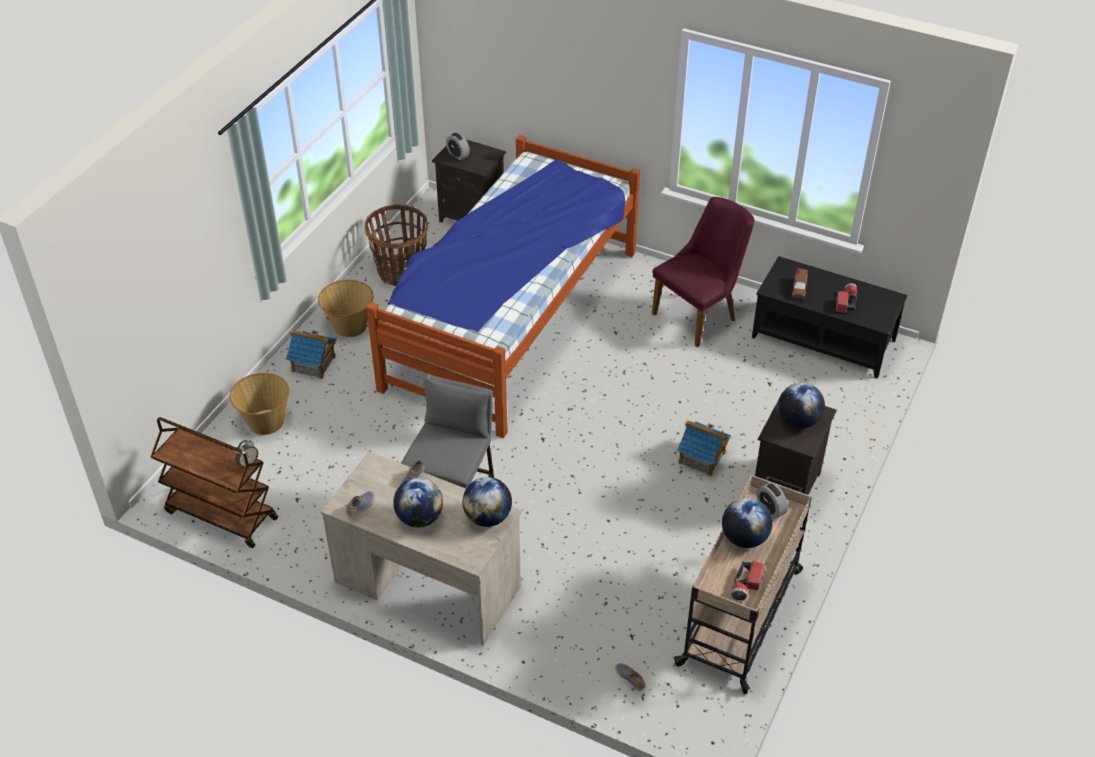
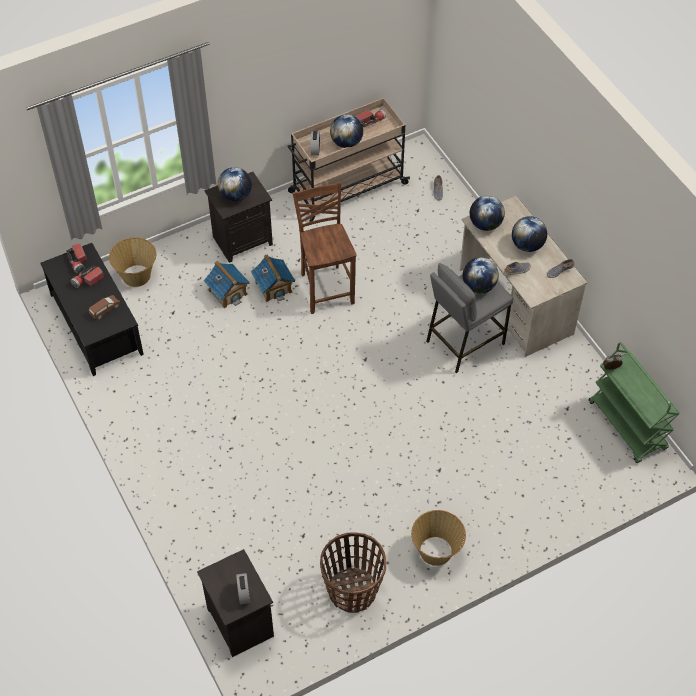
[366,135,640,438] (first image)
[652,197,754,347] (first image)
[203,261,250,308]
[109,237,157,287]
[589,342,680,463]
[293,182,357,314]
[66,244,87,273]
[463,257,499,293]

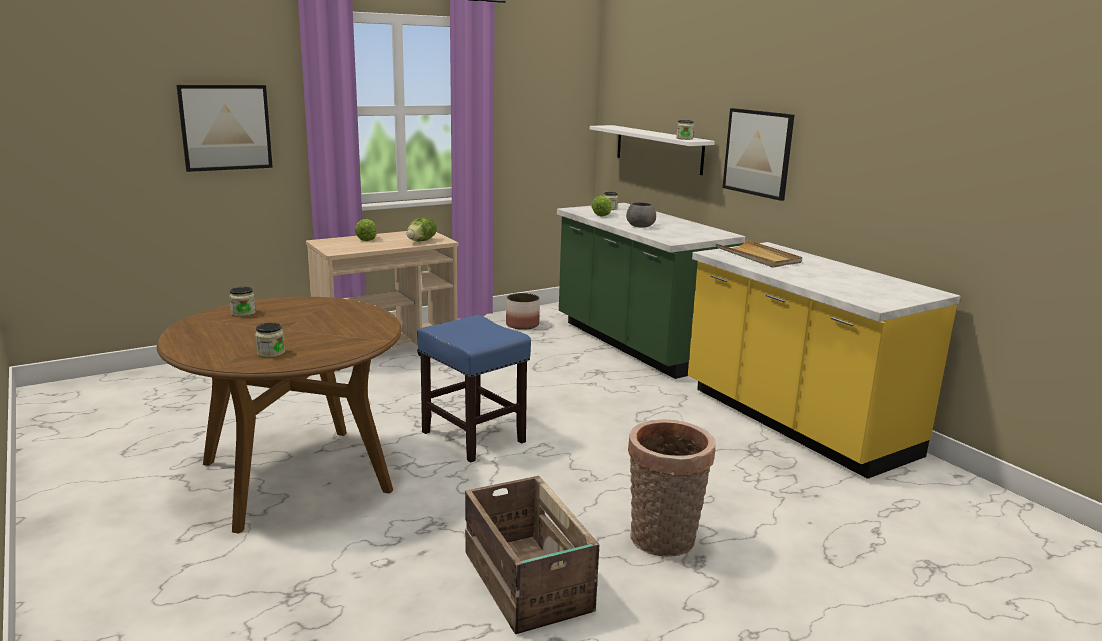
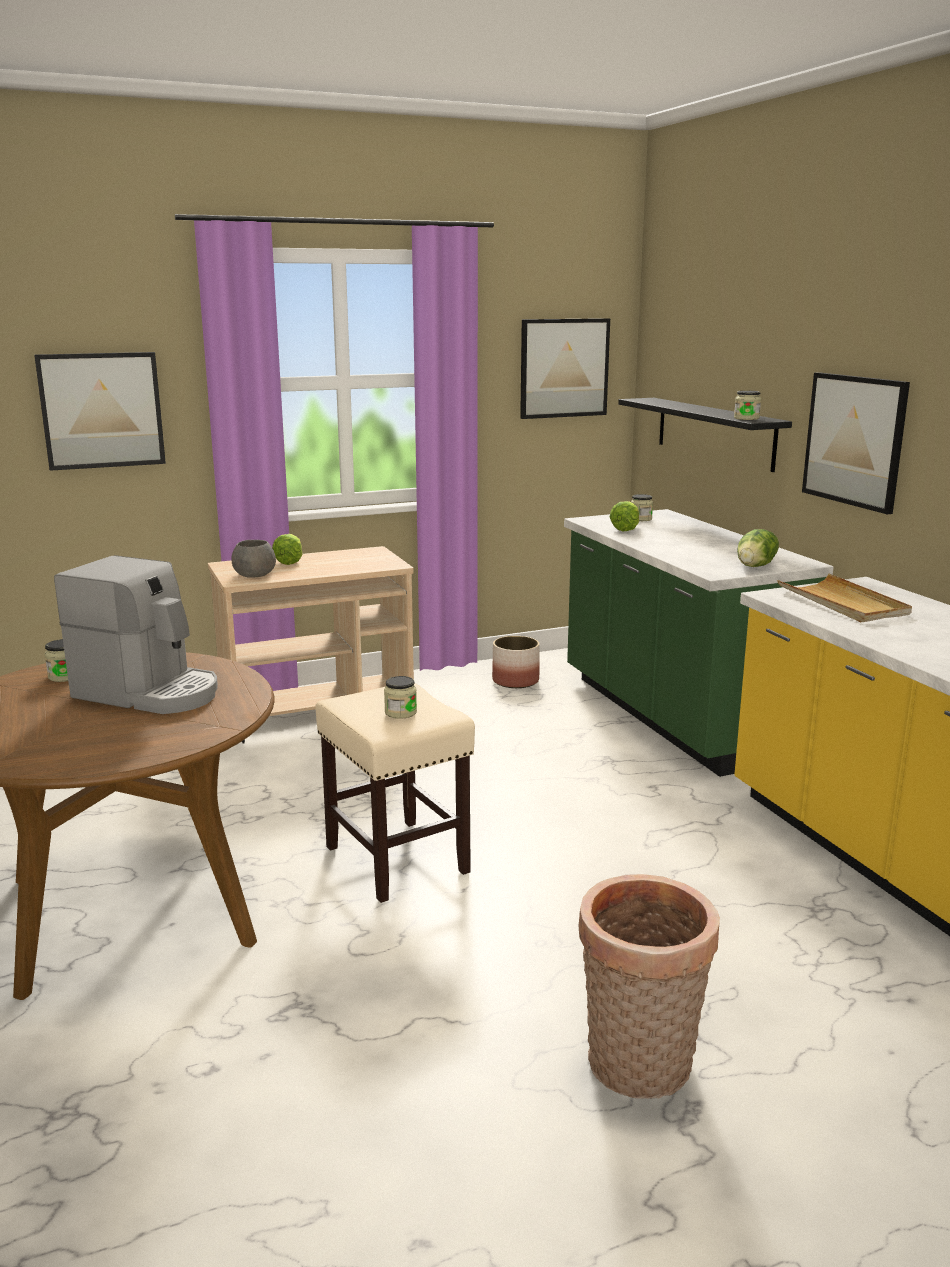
[618,398,792,472]
[231,540,276,578]
[737,529,779,567]
[315,683,475,903]
[384,676,417,719]
[465,476,600,634] (first image)
[520,318,610,419]
[54,555,218,714]

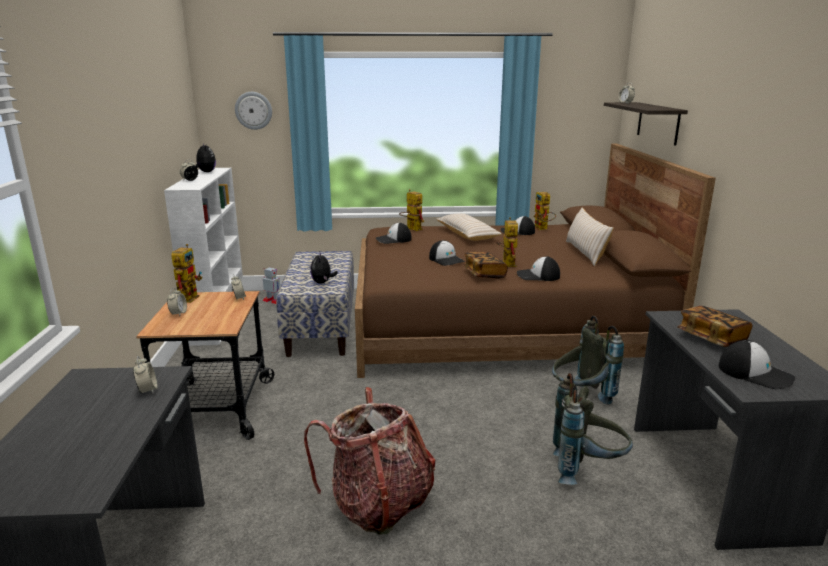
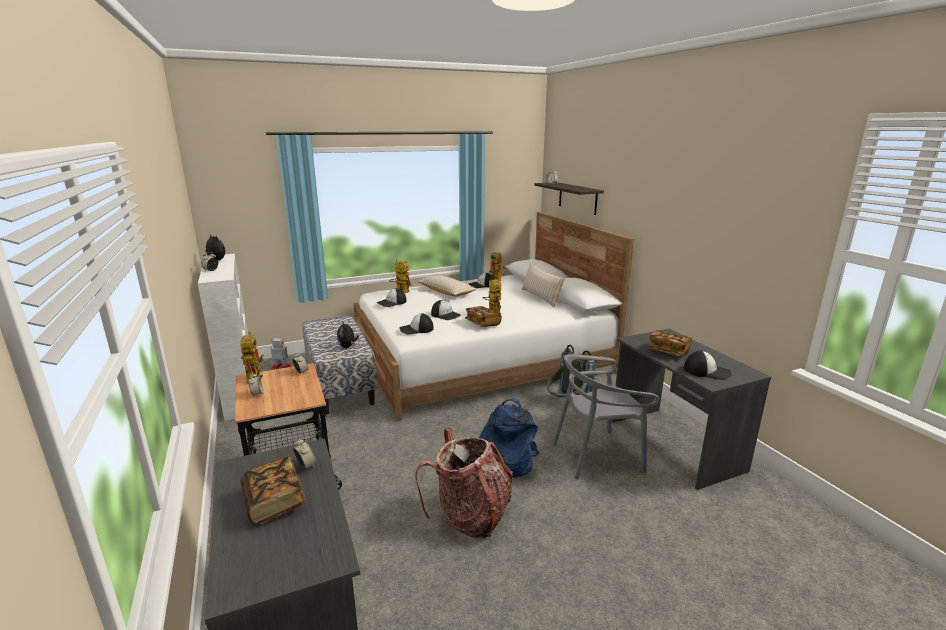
[235,92,272,130] (first image)
[353,212,634,421]
[399,313,434,335]
[552,354,659,480]
[479,398,539,478]
[241,456,305,526]

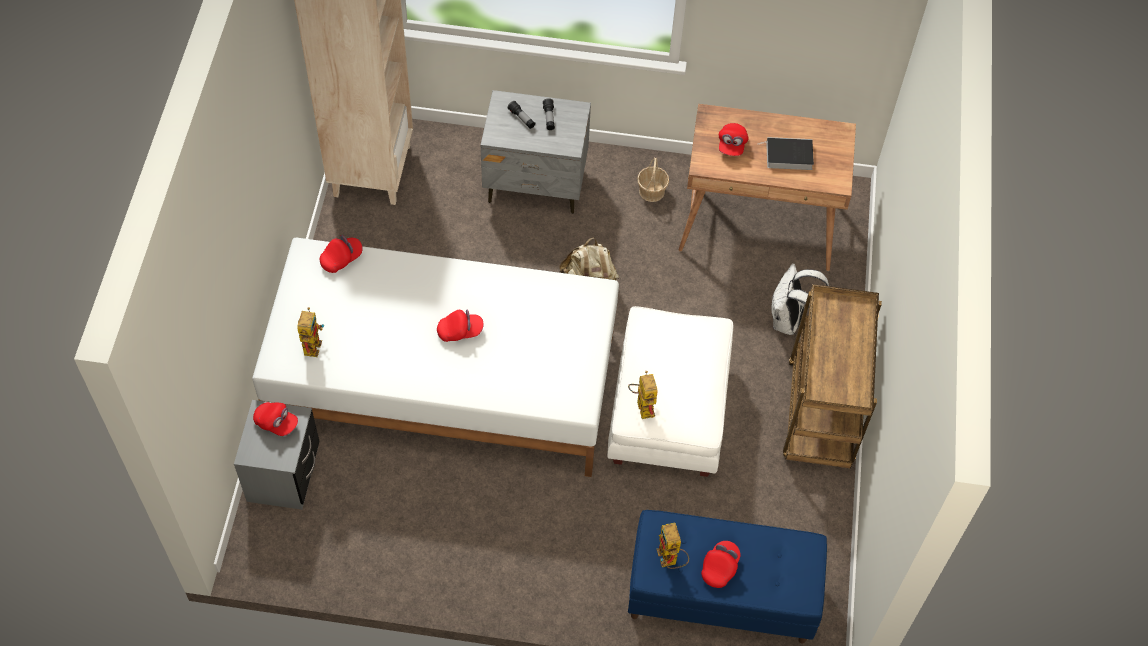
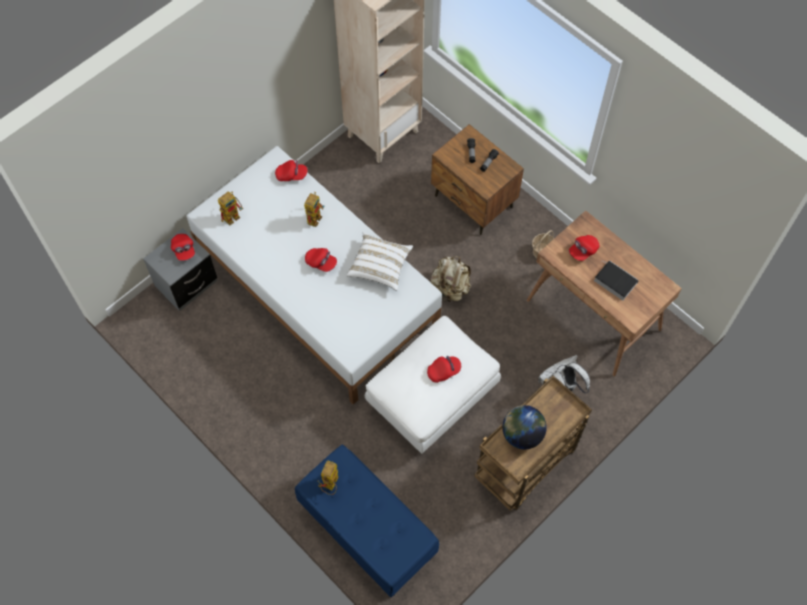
[431,124,524,235]
[304,192,325,227]
[427,356,461,383]
[346,232,413,291]
[502,405,547,449]

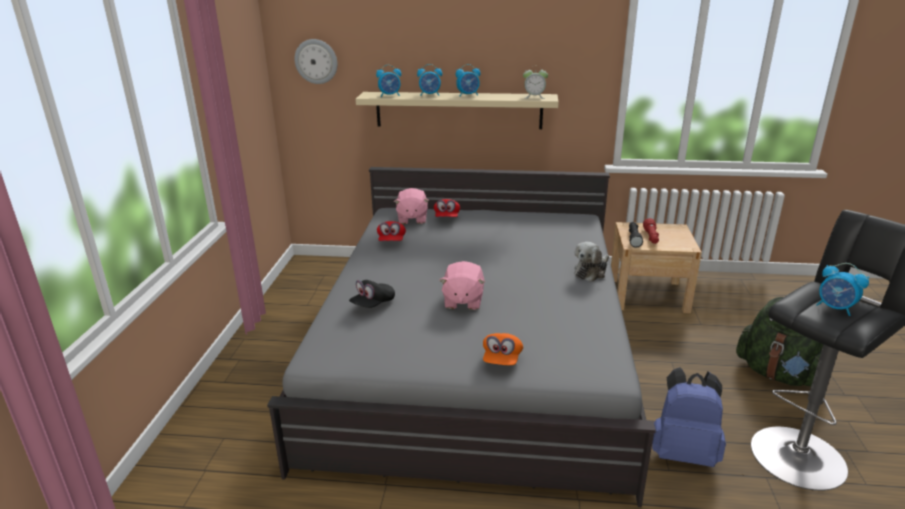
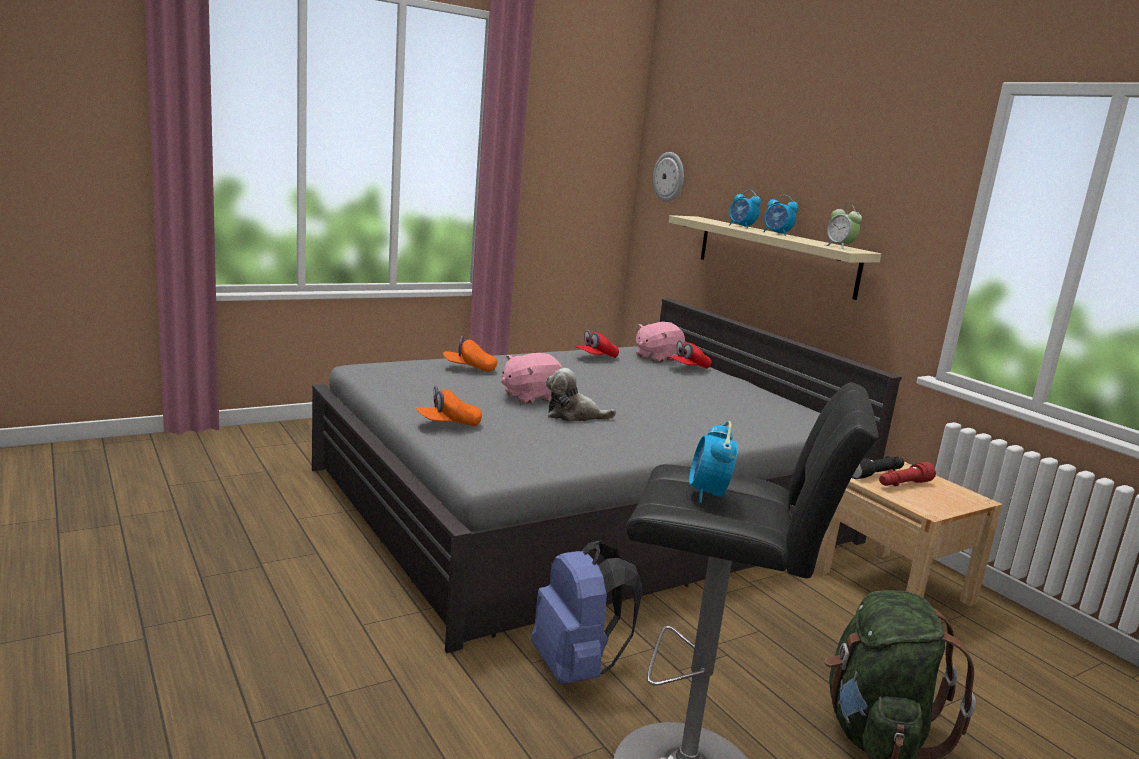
[376,65,401,97] (first image)
[546,368,616,422]
[443,336,497,372]

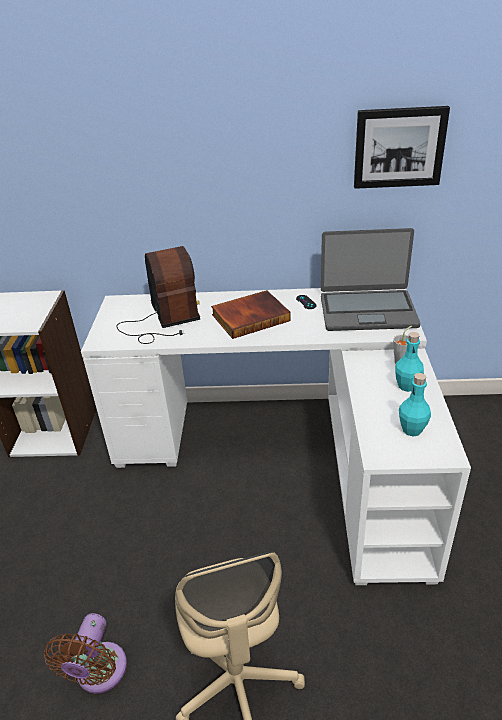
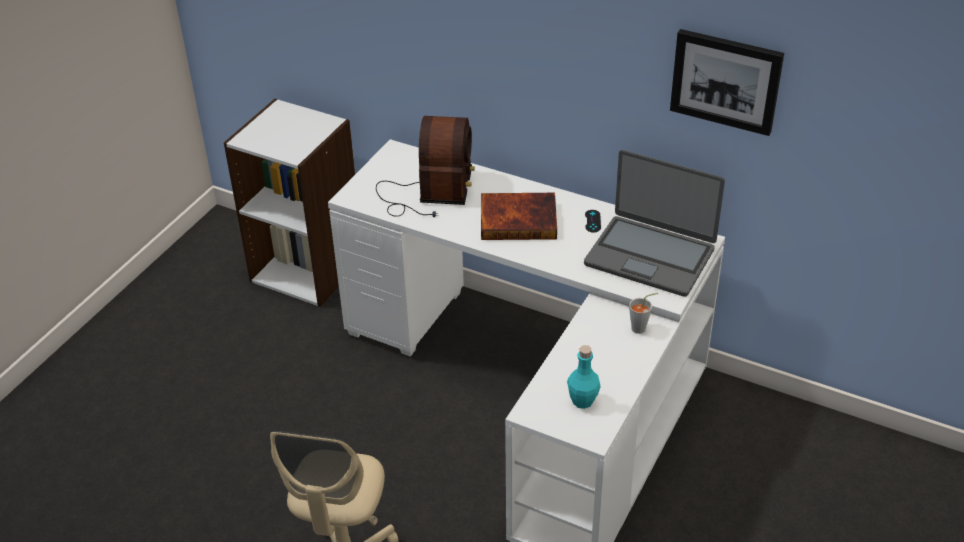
[395,332,424,392] (first image)
[44,613,127,694] (first image)

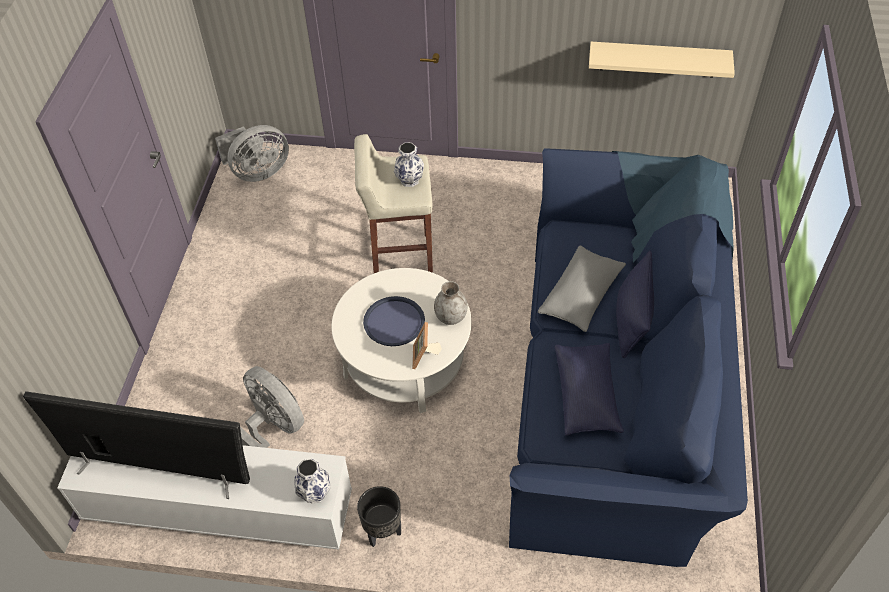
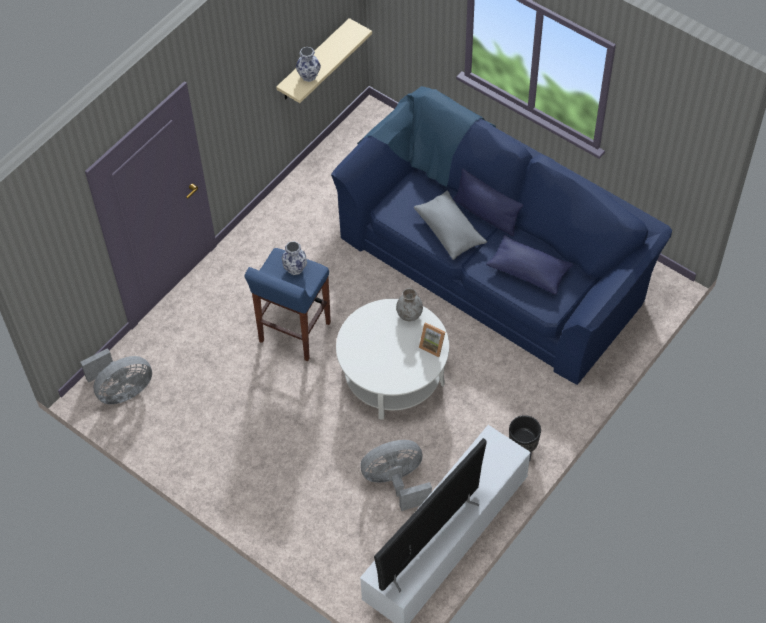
[80,348,152,404]
[245,248,331,361]
[363,296,425,346] (first image)
[296,47,321,82]

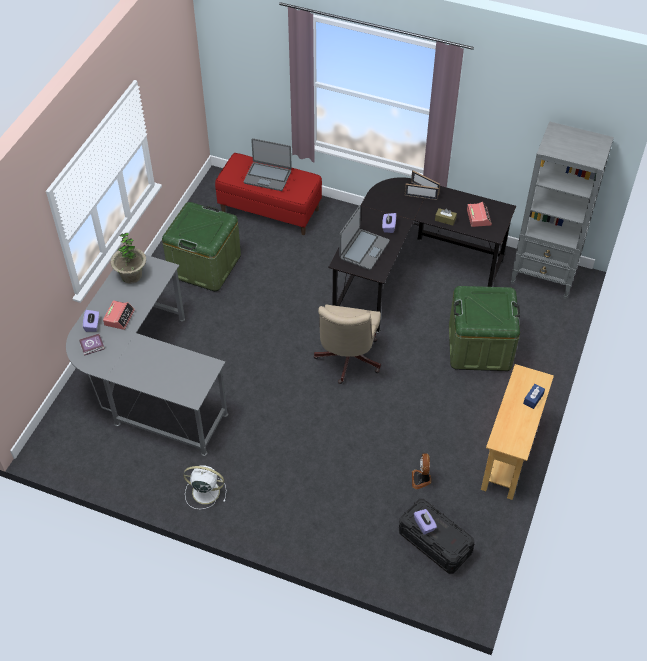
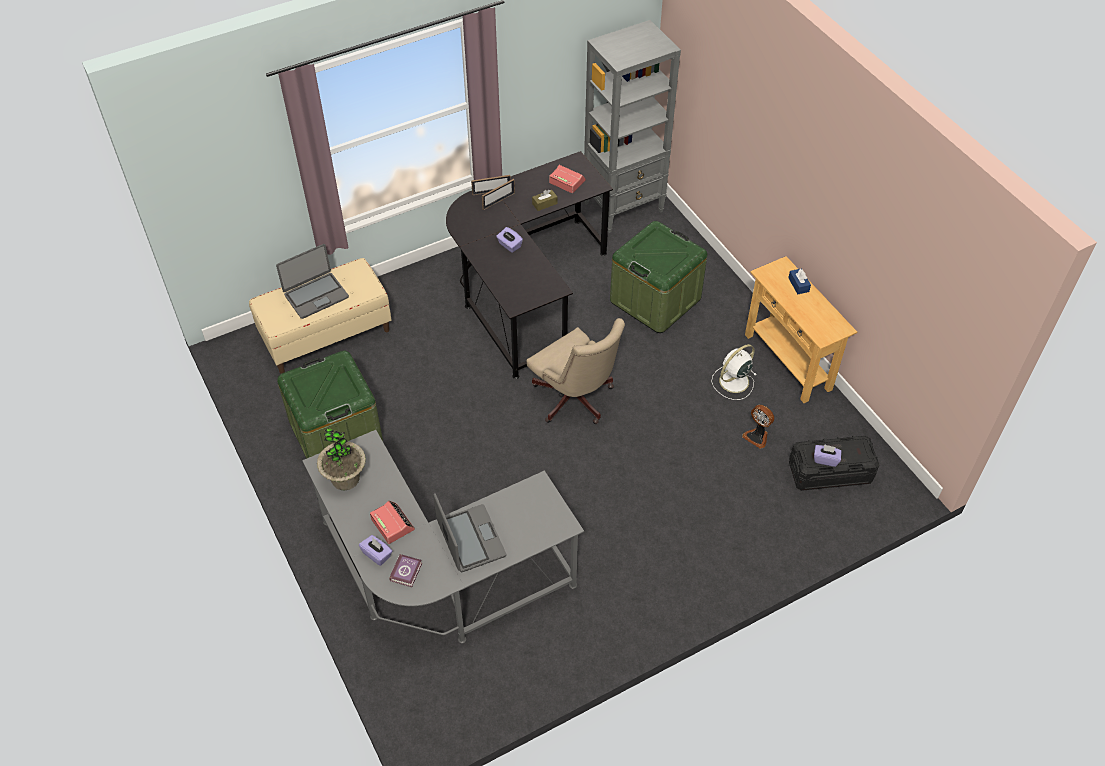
[249,258,391,374]
[433,493,506,572]
[711,344,756,400]

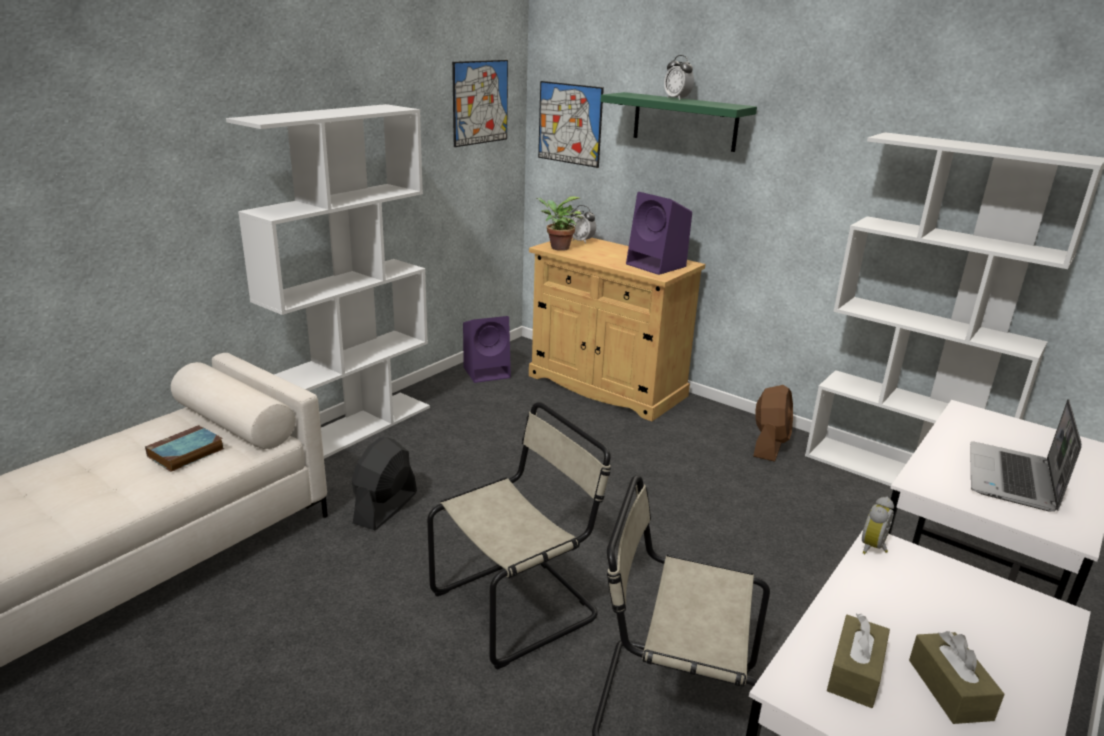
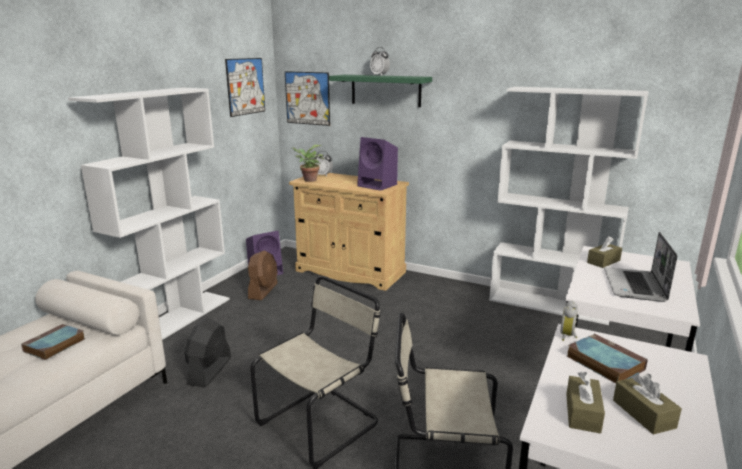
[248,250,278,300]
[587,236,622,268]
[567,334,648,383]

